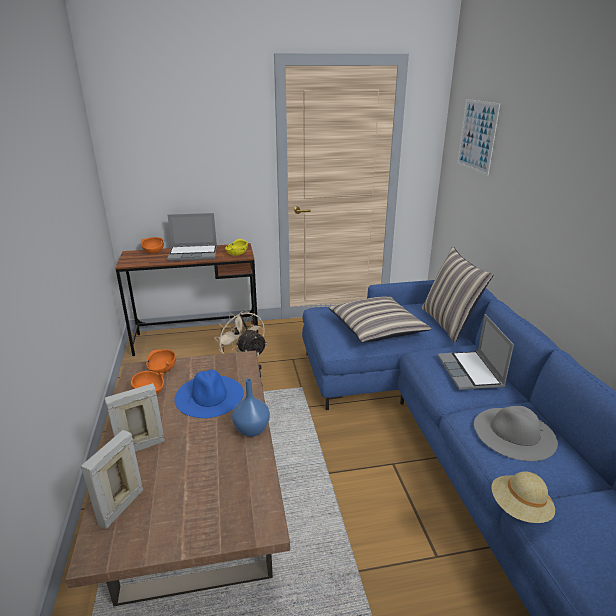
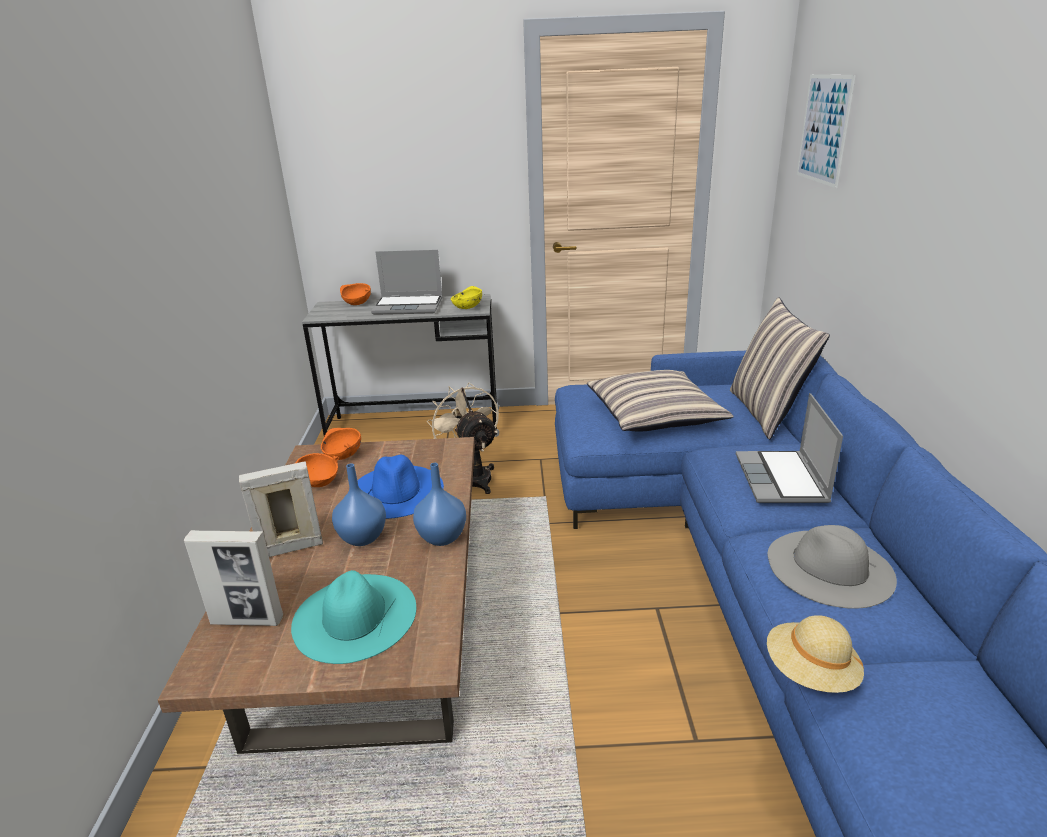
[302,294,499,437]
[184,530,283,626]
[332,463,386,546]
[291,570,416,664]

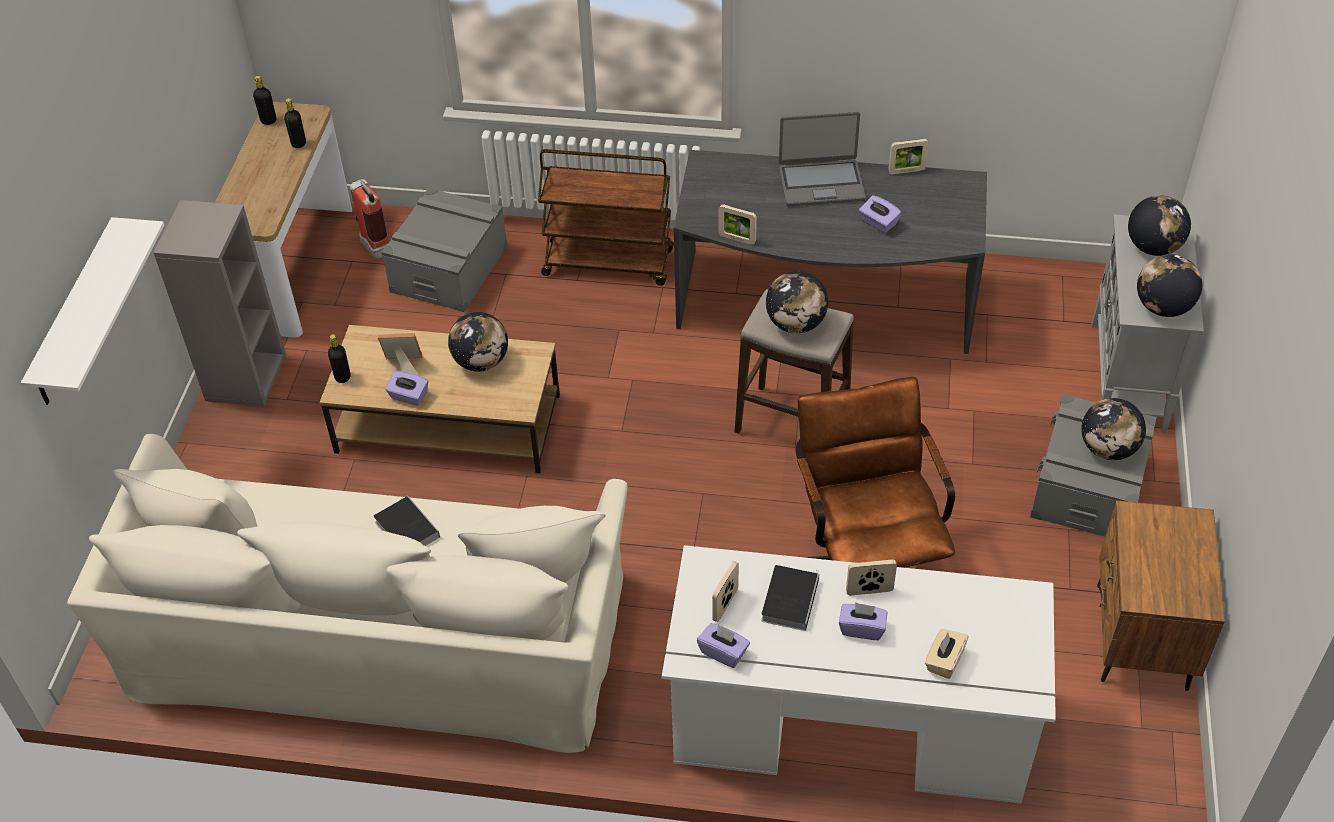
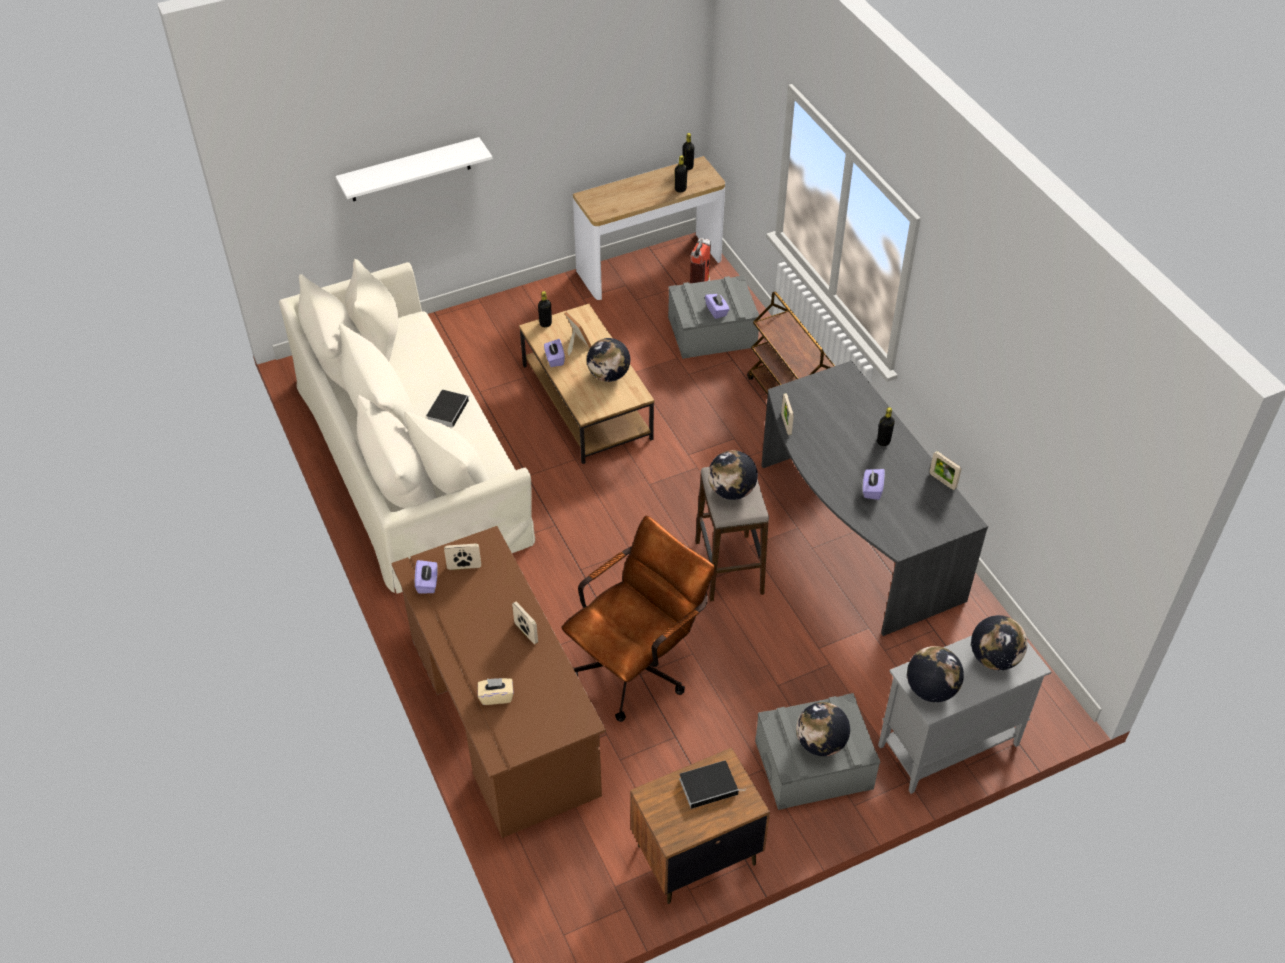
[877,407,895,446]
[153,200,286,407] (first image)
[391,526,606,838]
[679,760,745,809]
[705,292,730,319]

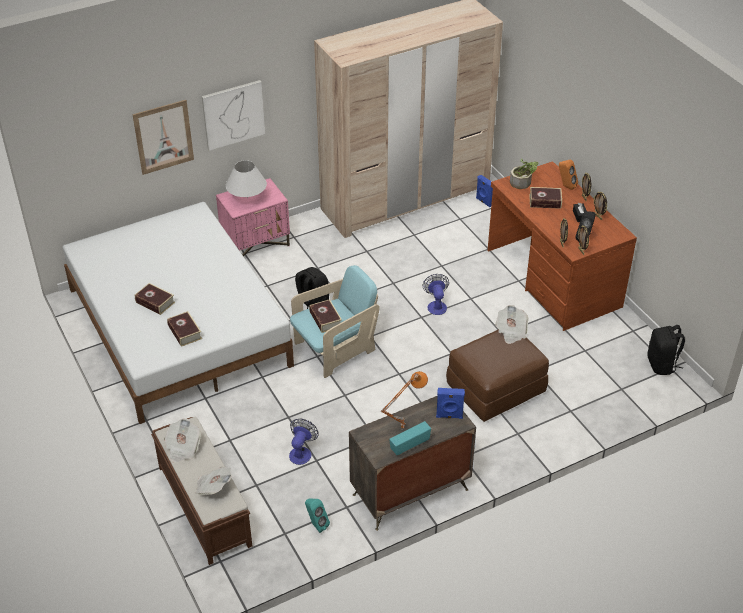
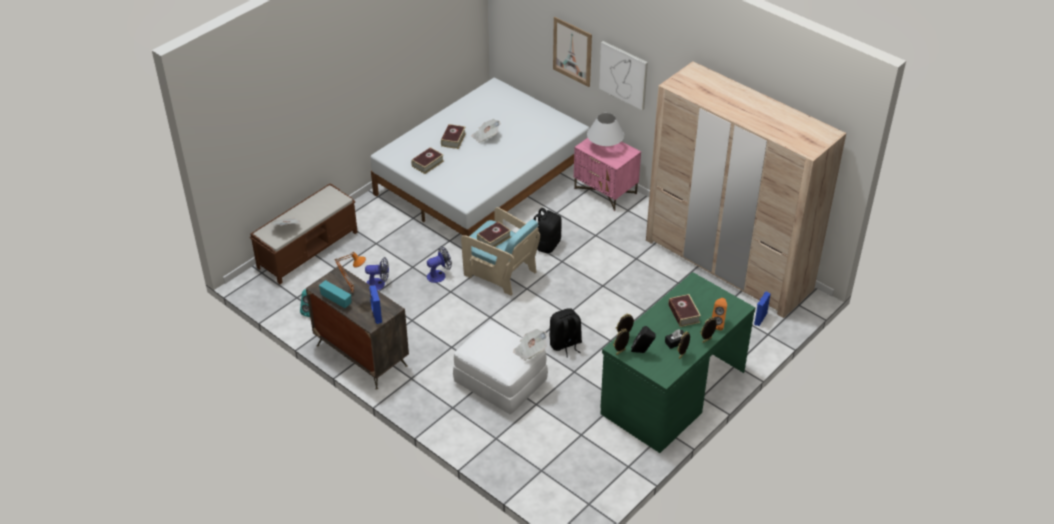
[510,159,538,189] (first image)
[600,272,755,453]
[427,246,452,283]
[550,308,582,358]
[453,321,548,414]
[472,119,501,143]

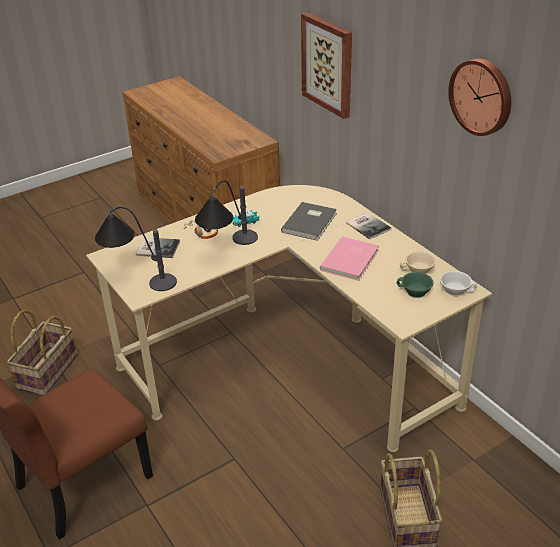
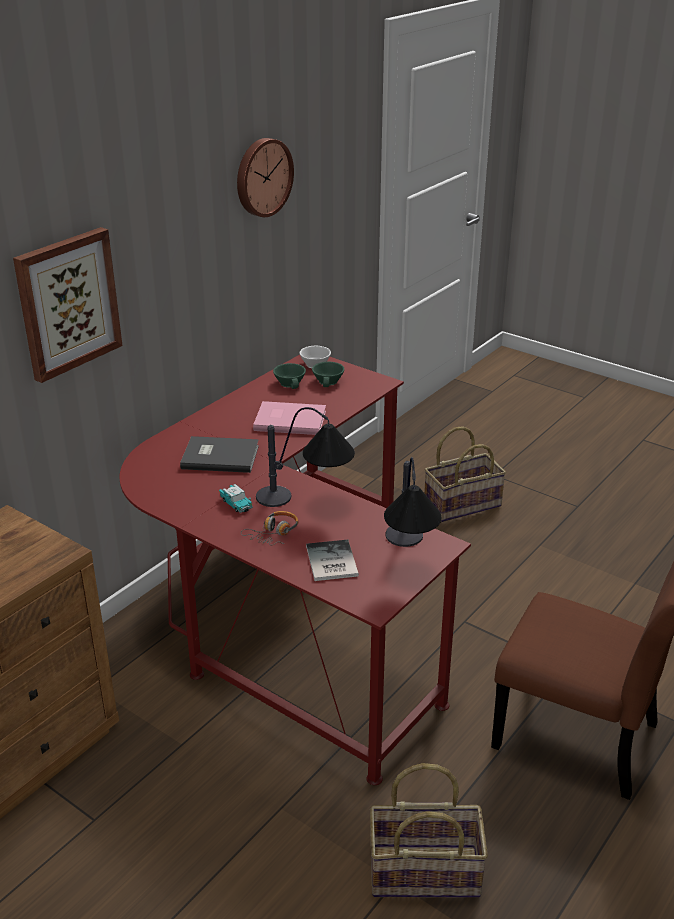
[120,355,471,785]
[346,212,391,240] (first image)
[273,363,306,389]

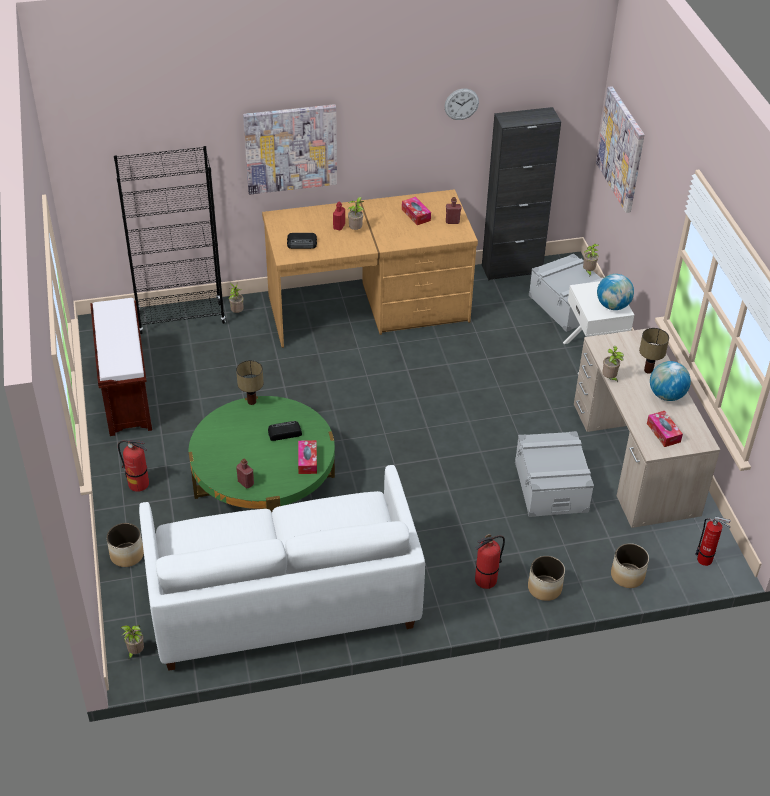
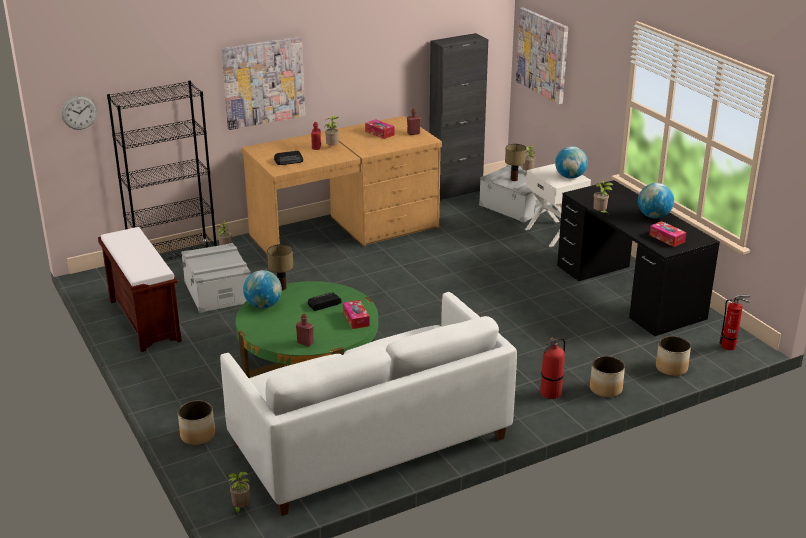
[62,96,97,130]
[557,180,720,336]
[505,144,526,181]
[181,243,251,313]
[118,440,149,492] (first image)
[243,270,282,309]

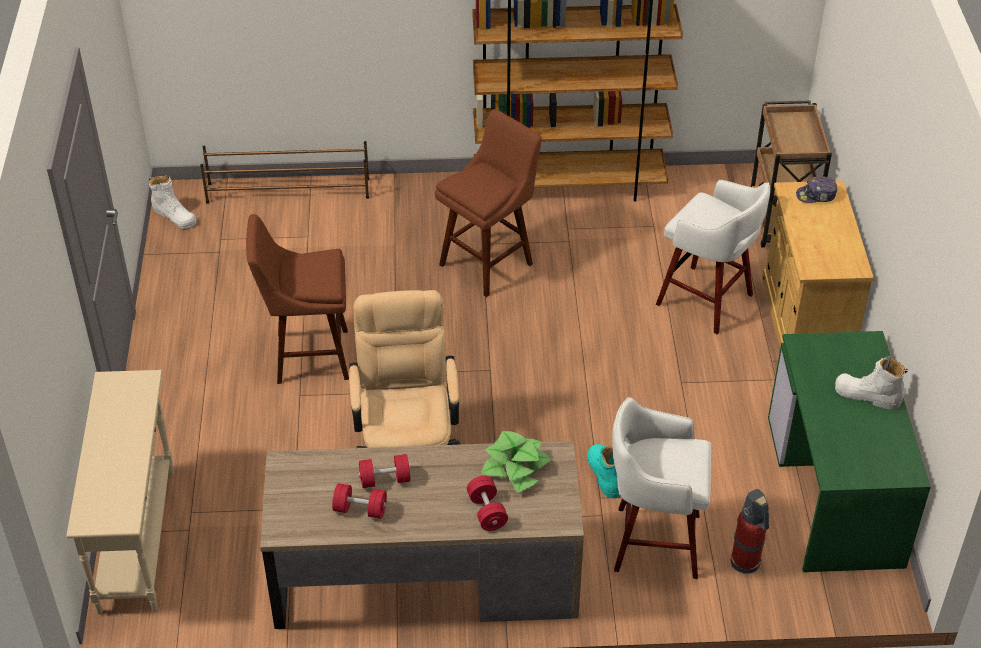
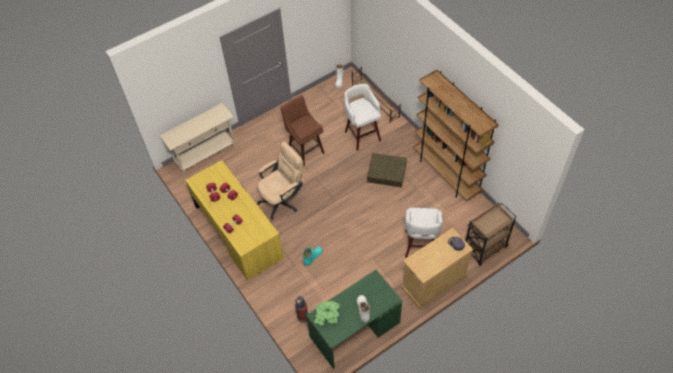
[367,153,407,187]
[344,84,381,151]
[314,301,340,326]
[185,160,284,281]

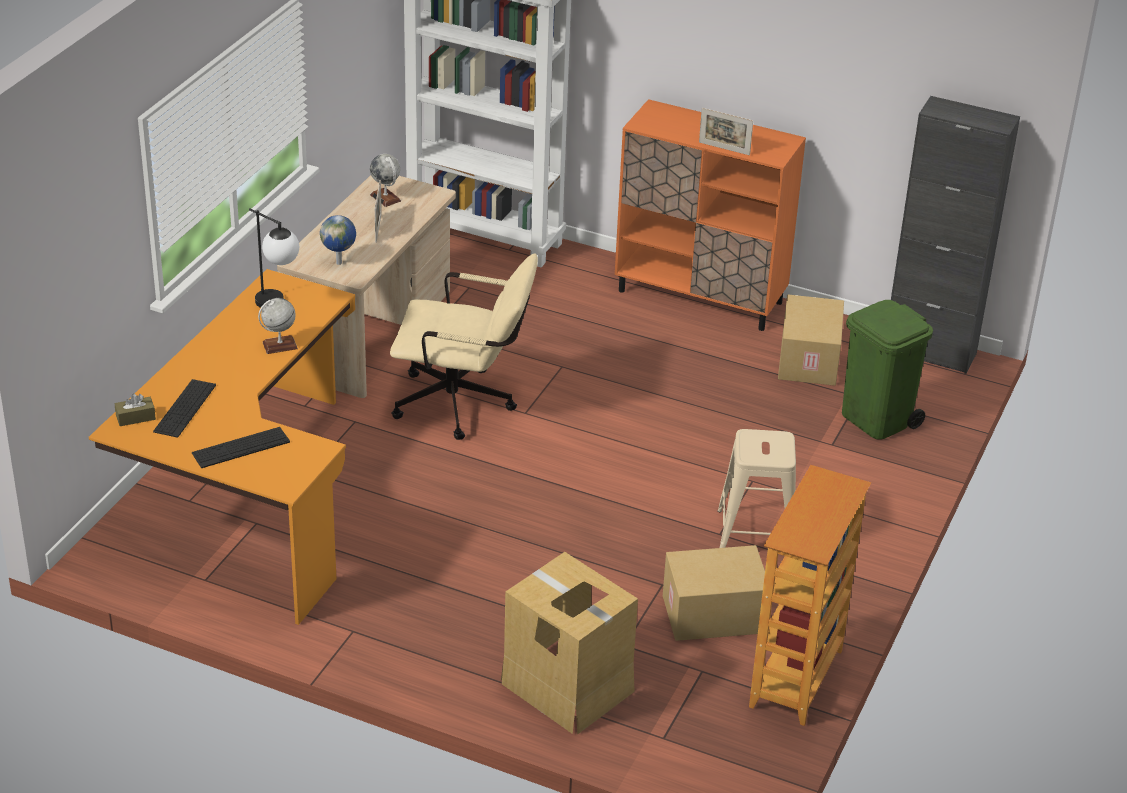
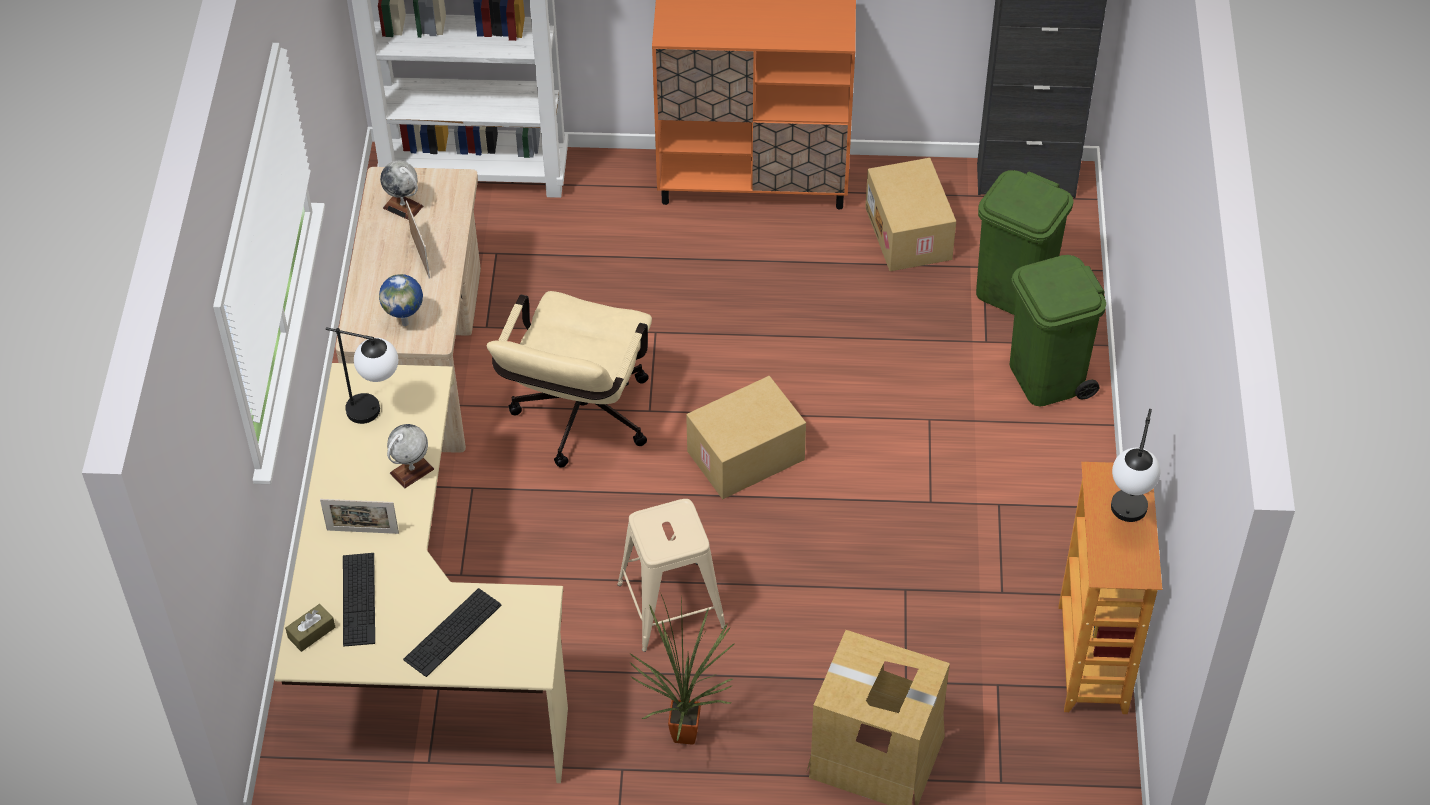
[320,499,399,534]
[487,291,652,467]
[274,363,568,783]
[617,499,725,652]
[686,376,806,499]
[1010,255,1106,406]
[1111,409,1161,522]
[629,594,735,745]

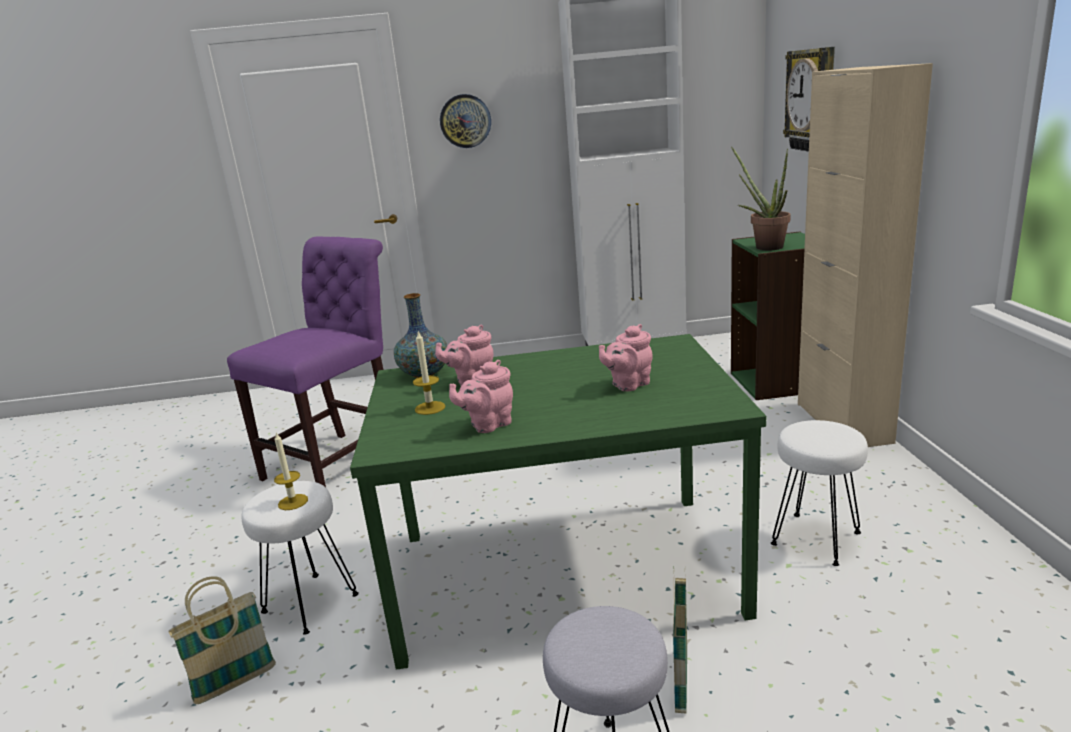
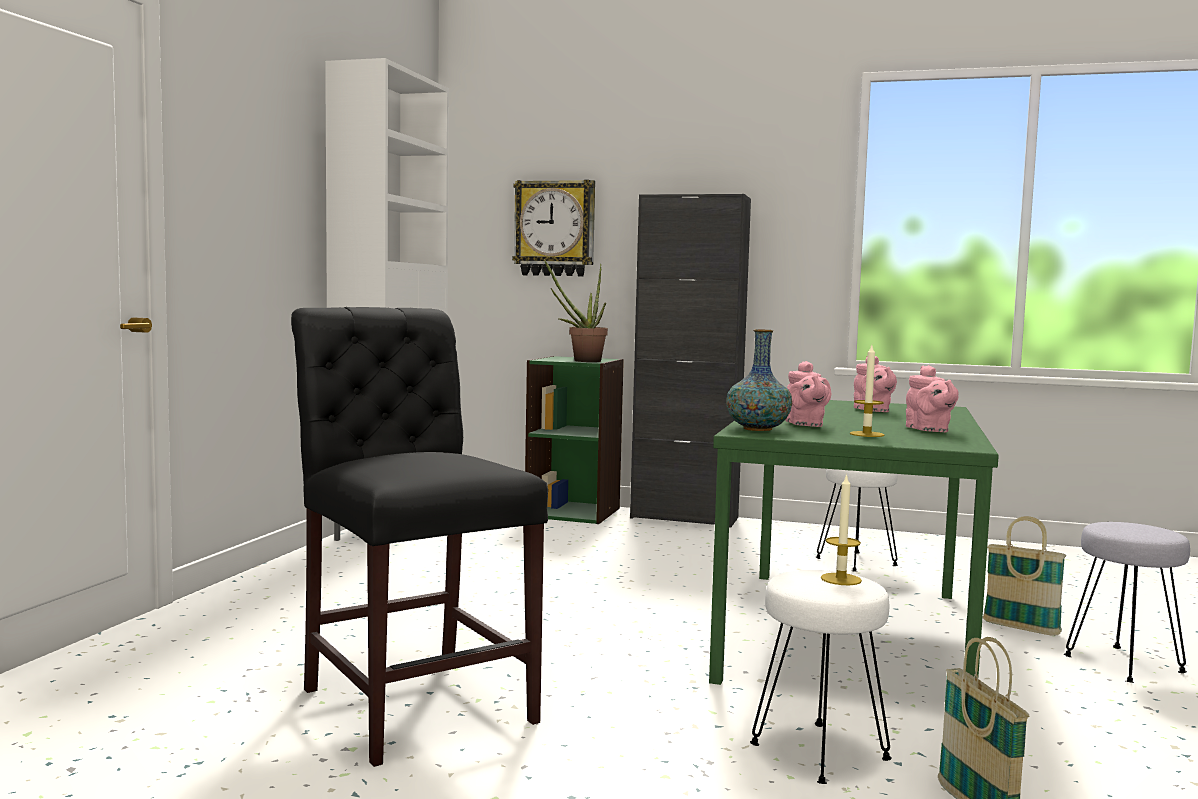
[630,194,751,528]
[440,94,491,148] (first image)
[291,307,548,767]

